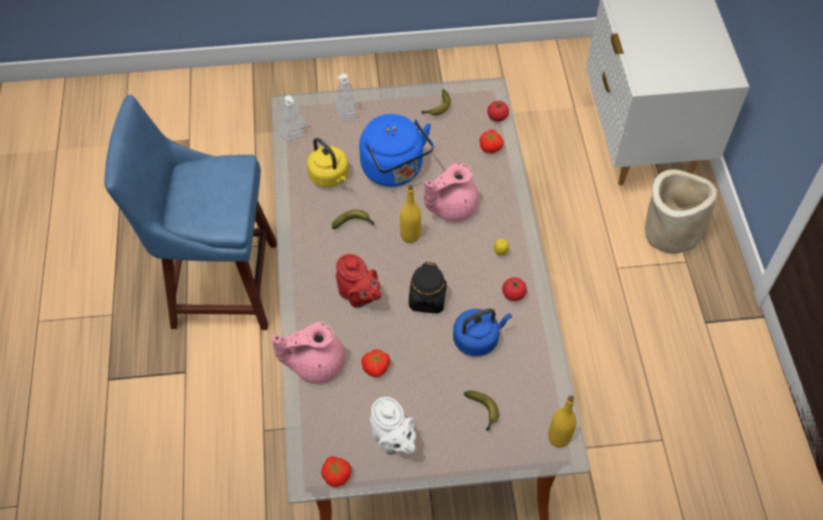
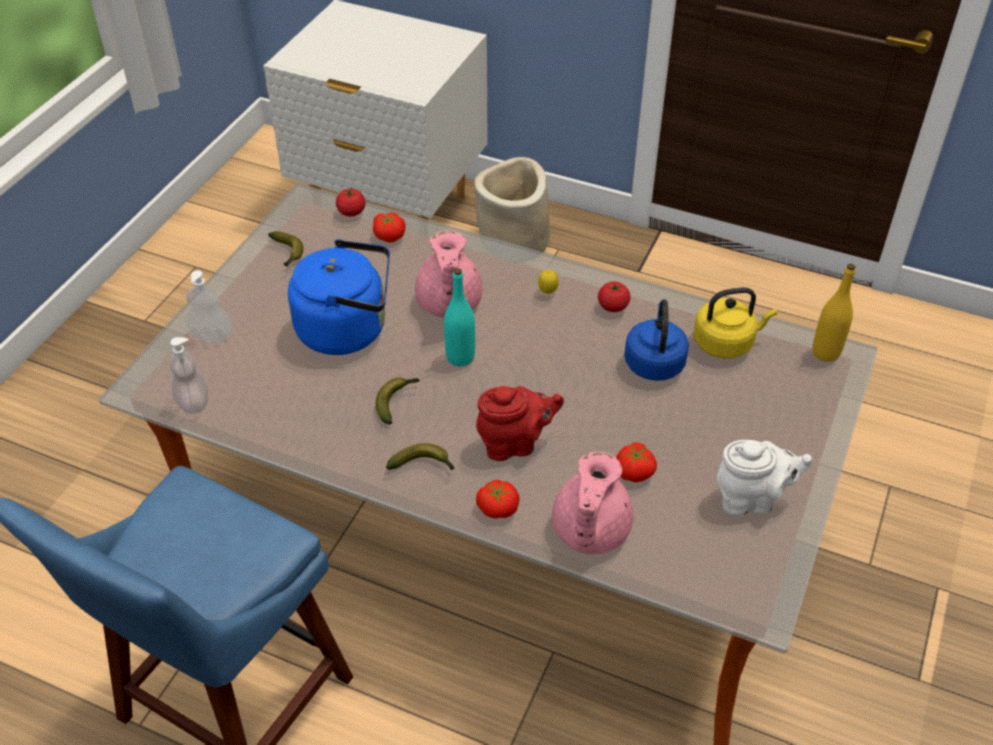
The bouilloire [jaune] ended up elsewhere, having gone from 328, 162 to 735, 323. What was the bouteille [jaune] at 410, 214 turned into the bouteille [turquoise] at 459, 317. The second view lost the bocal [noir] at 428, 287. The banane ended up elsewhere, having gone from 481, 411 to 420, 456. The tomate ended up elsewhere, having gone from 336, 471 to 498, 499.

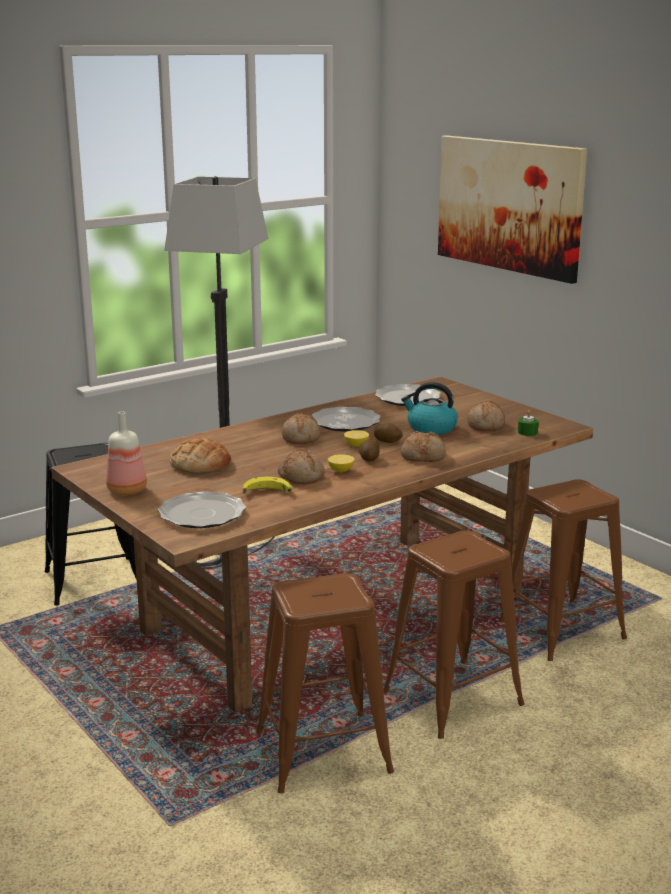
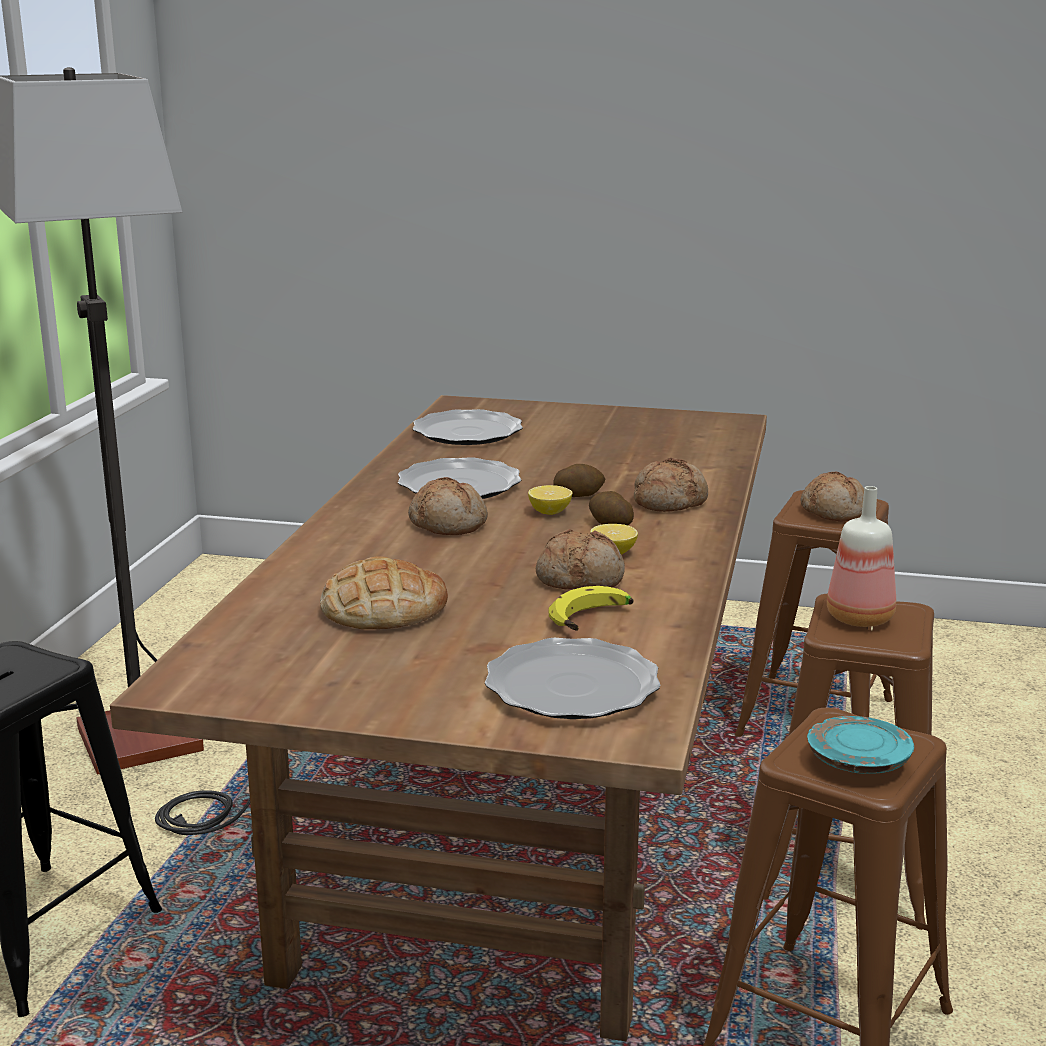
The second view lost the tableau at 512, 209. The second view lost the bouilloire at 429, 408. The pain ended up elsewhere, having gone from 486, 416 to 832, 497. The second view lost the bougie [vert] at 528, 423. The bouteille ended up elsewhere, having gone from 126, 453 to 861, 556. The second view gained the assiette [turquoise] at 860, 745.

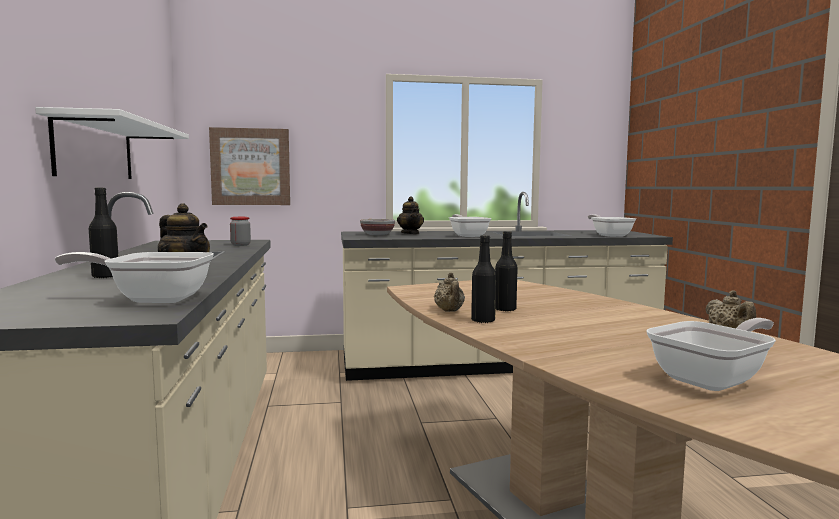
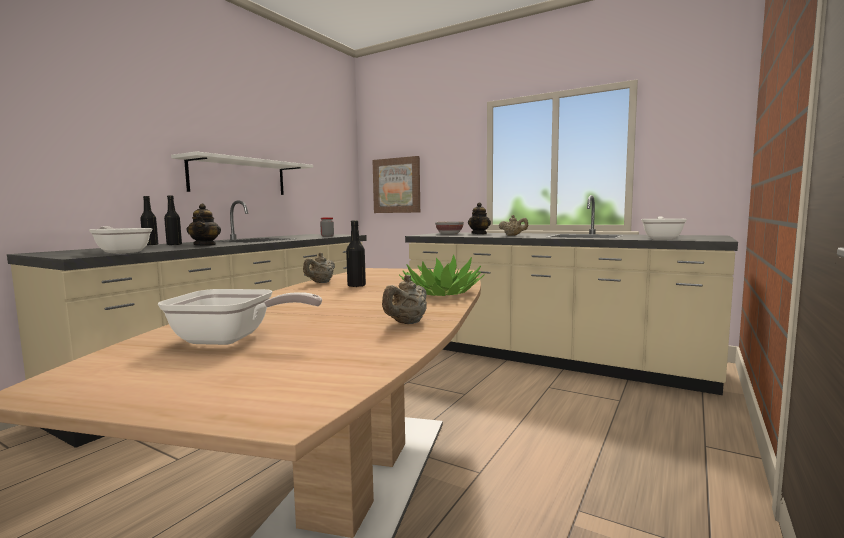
Where the poêle stood at 470, 225, the théière [beige] came to stand at 513, 225. The bouteille [noir] ended up elsewhere, having gone from 483, 279 to 149, 221. The second view gained the plante en pot at 441, 275.

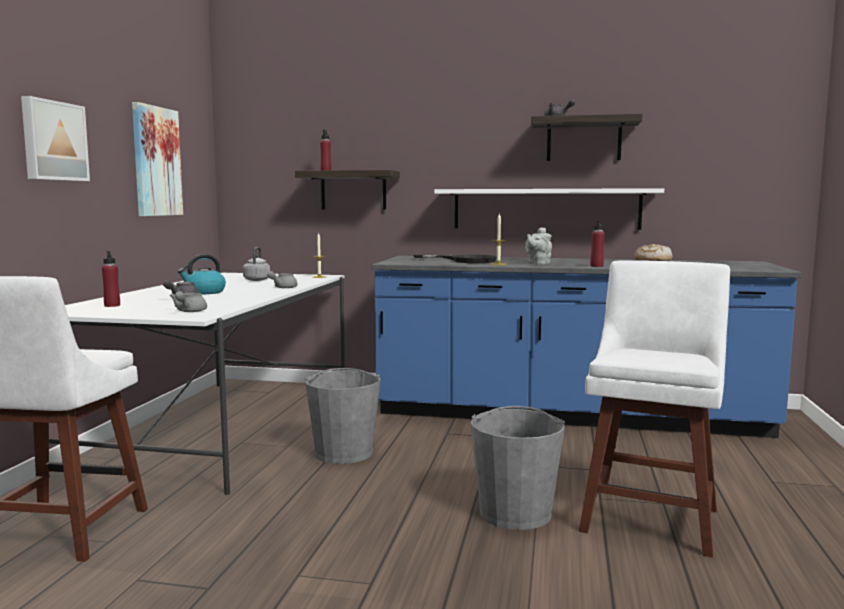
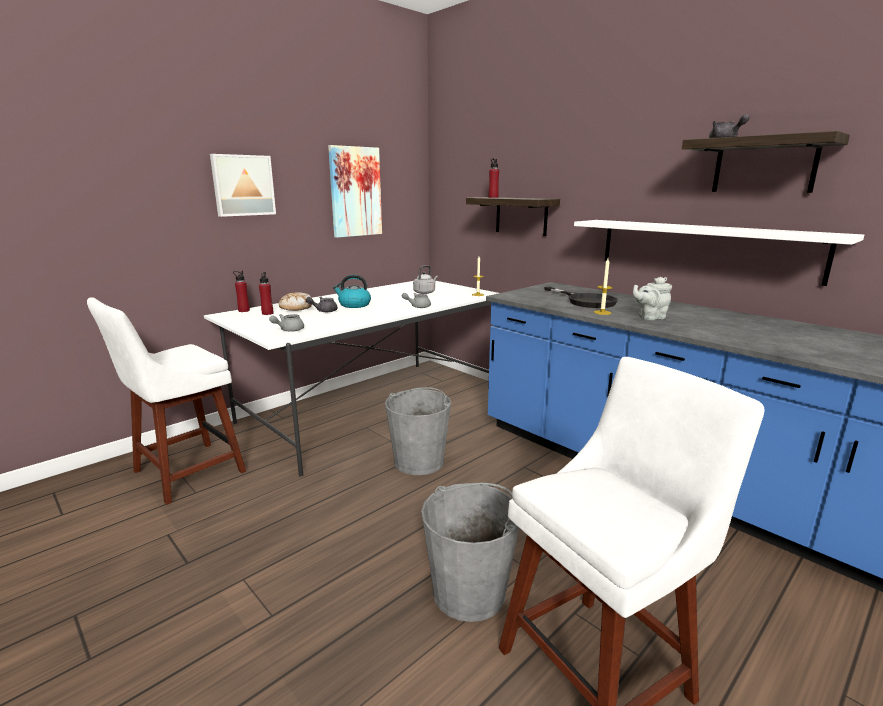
The bouteille [rouge] ended up elsewhere, having gone from 597, 243 to 241, 291. The pain ended up elsewhere, having gone from 653, 252 to 295, 301.

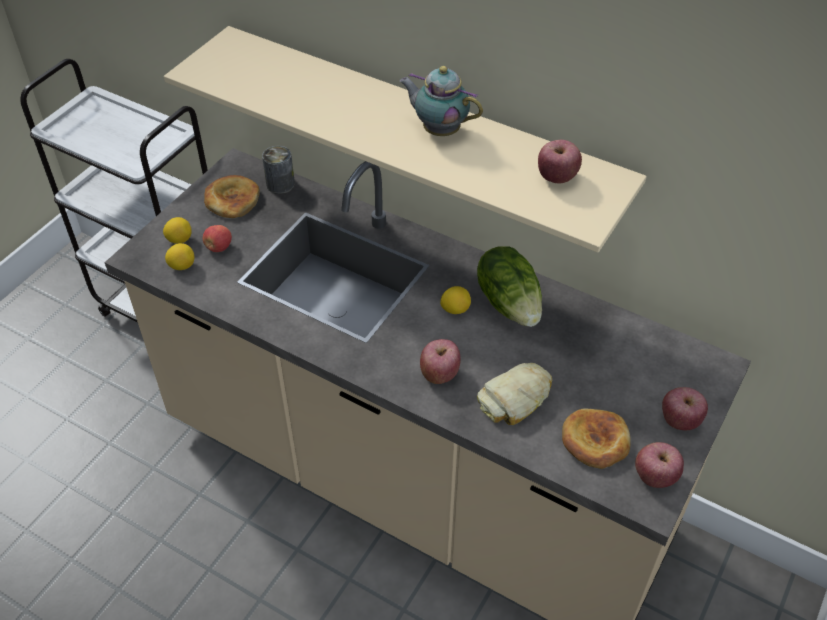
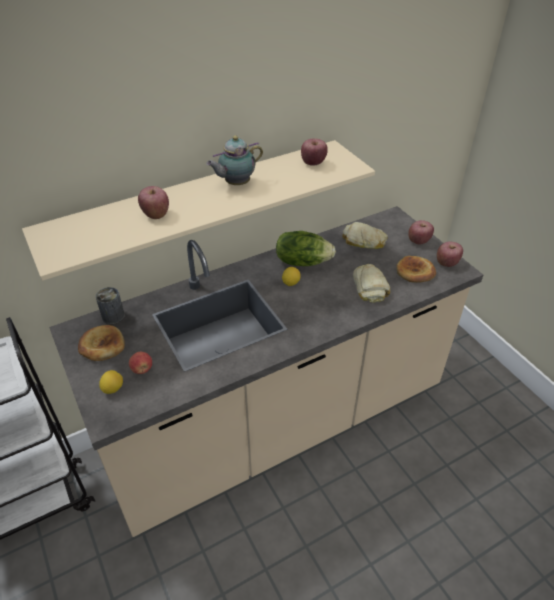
The second view lost the citron at 179, 256. The pomme ended up elsewhere, having gone from 440, 361 to 153, 202. The second view gained the pain at 365, 235.

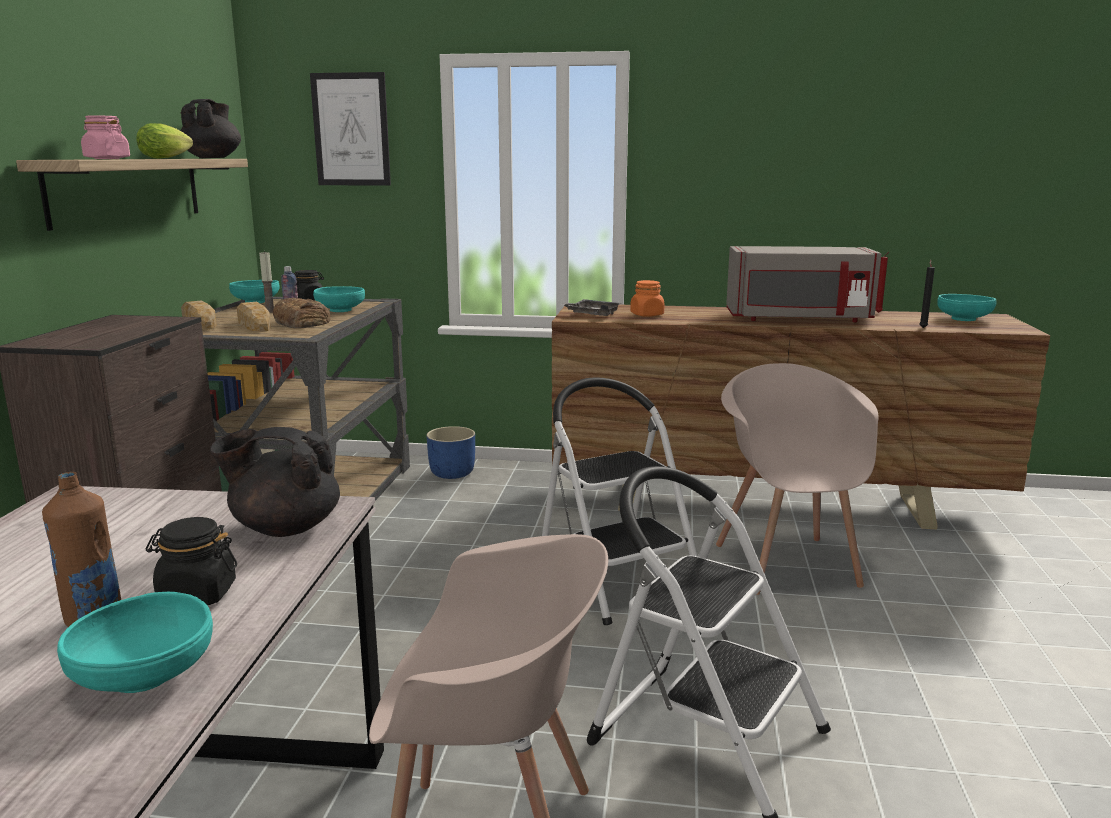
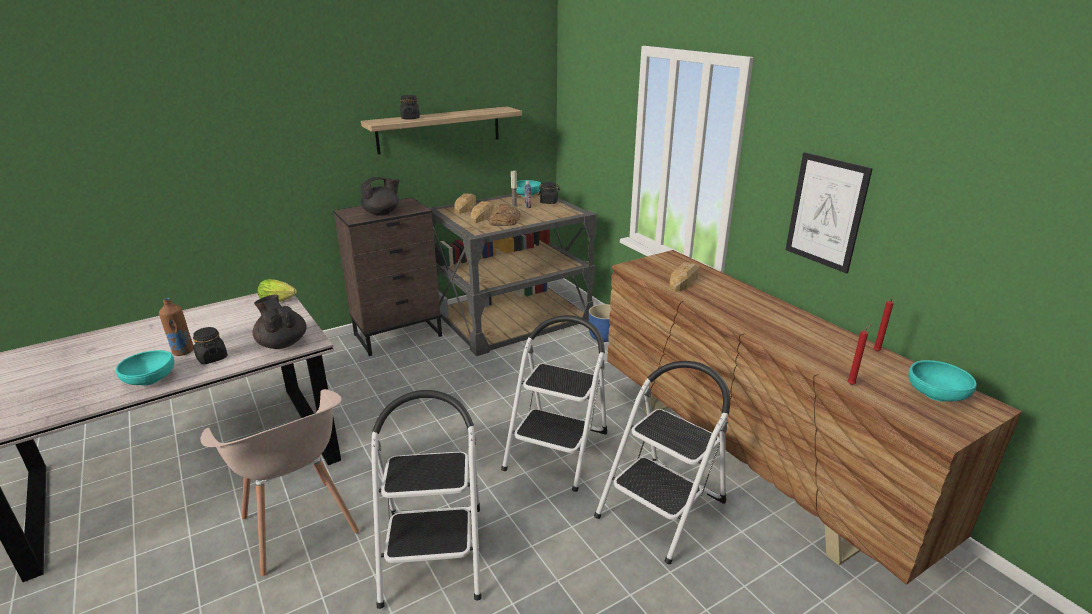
The tableau ended up elsewhere, having gone from 350, 129 to 829, 213. The théière [noir] ended up elsewhere, having gone from 210, 128 to 380, 196. What was the bocal [rose] at 105, 137 turned into the bocal [noir] at 410, 107. The laitue ended up elsewhere, having gone from 165, 141 to 277, 290. The second view lost the micro-ondes [gris] at 803, 284. What was the bougie [noir] at 927, 294 turned into the bougie [rouge] at 859, 355. Where the bocal [orange] stood at 647, 298, the pain came to stand at 684, 277. The second view lost the bol [turquoise] at 339, 299. The second view lost the plateau [gris] at 590, 307. Where the chaise [beige] stood at 797, 479, the escabeau came to stand at 662, 462.

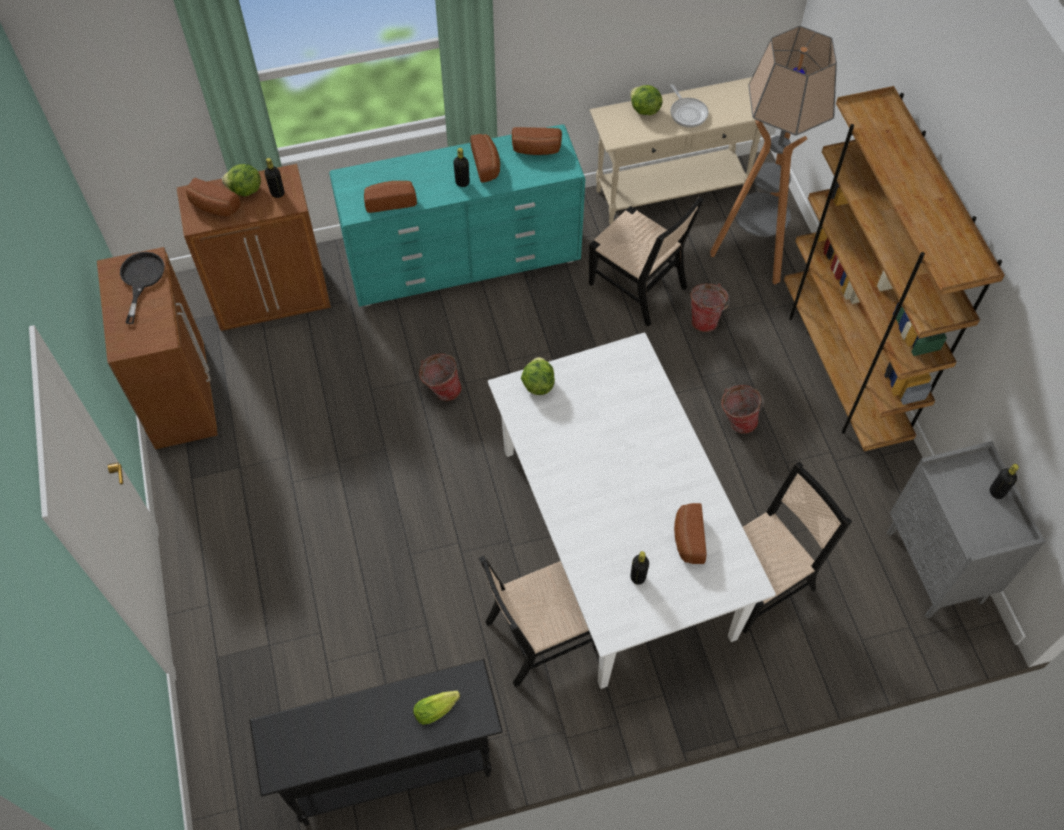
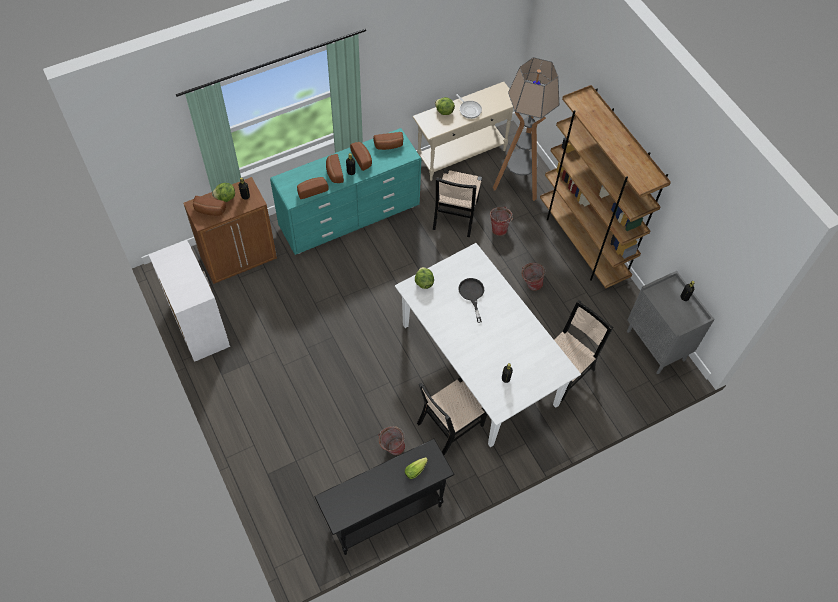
The chaise at 646, 262 ended up facing another way, 75 degrees clockwise from before. What was the meuble de rangement [marron] at 157, 348 turned into the meuble de rangement [blanc] at 189, 301. The poêle [noir] ended up elsewhere, having gone from 142, 288 to 471, 300. The seau ended up elsewhere, having gone from 440, 377 to 391, 440. The pain ended up elsewhere, having gone from 690, 533 to 335, 168.

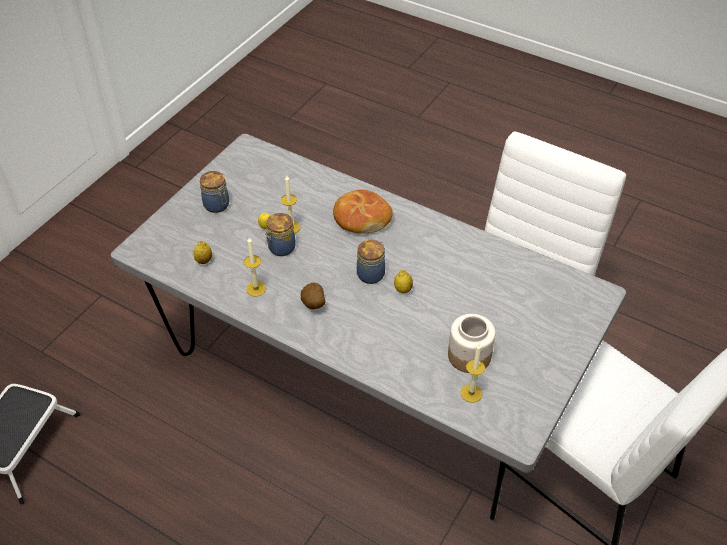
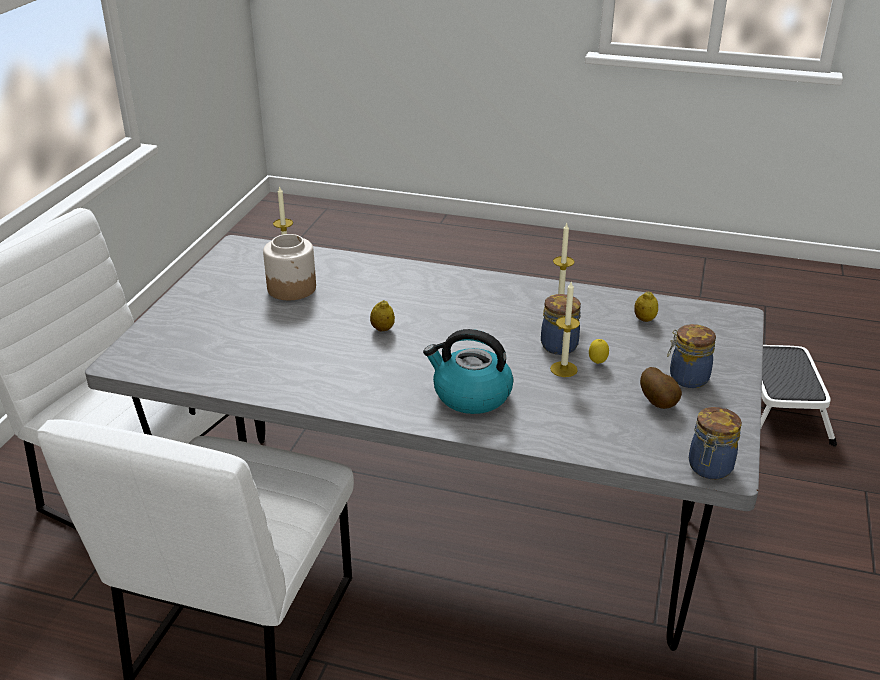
Where the pain stood at 363, 211, the bouilloire came to stand at 468, 371. The bocal ended up elsewhere, having gone from 371, 262 to 715, 443. The pomme de terre ended up elsewhere, having gone from 313, 296 to 661, 388.

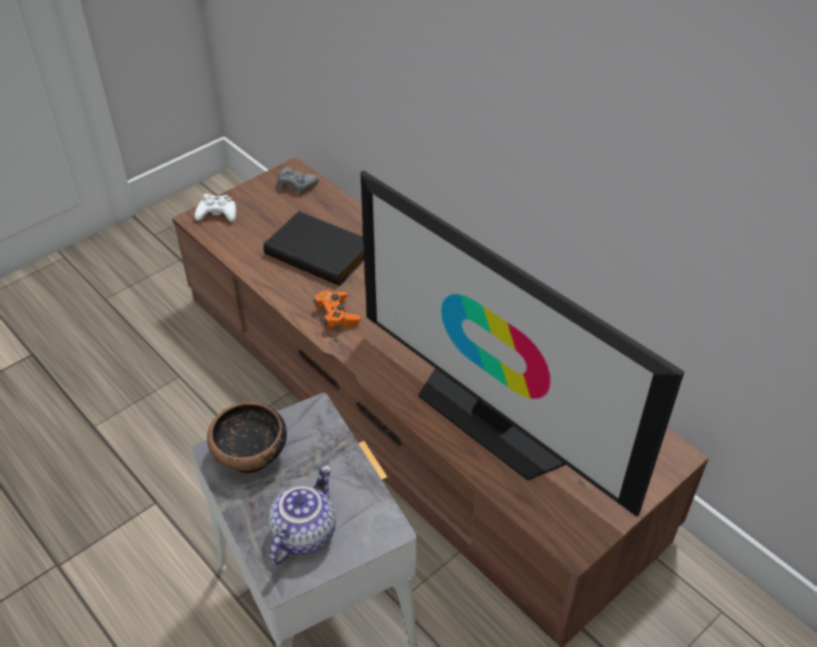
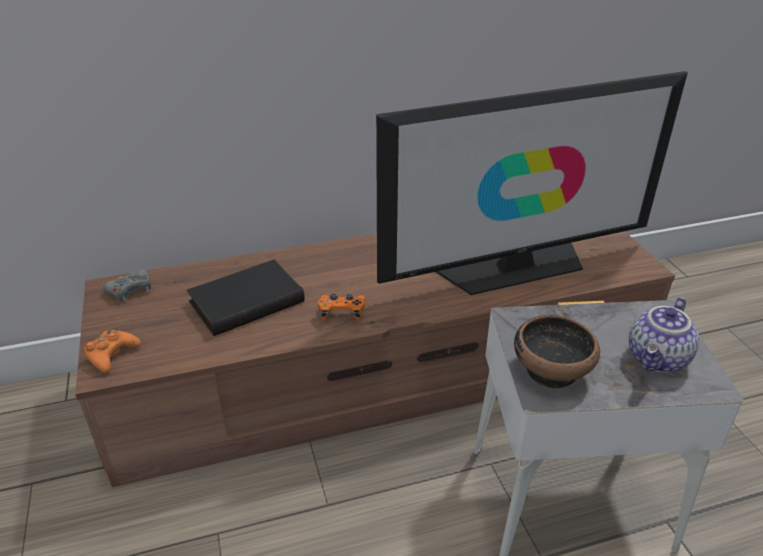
What was the manette [blanc] at 215, 208 turned into the manette [orange] at 112, 351. The théière at 302, 515 ended up facing another way, 105 degrees counterclockwise from before.

